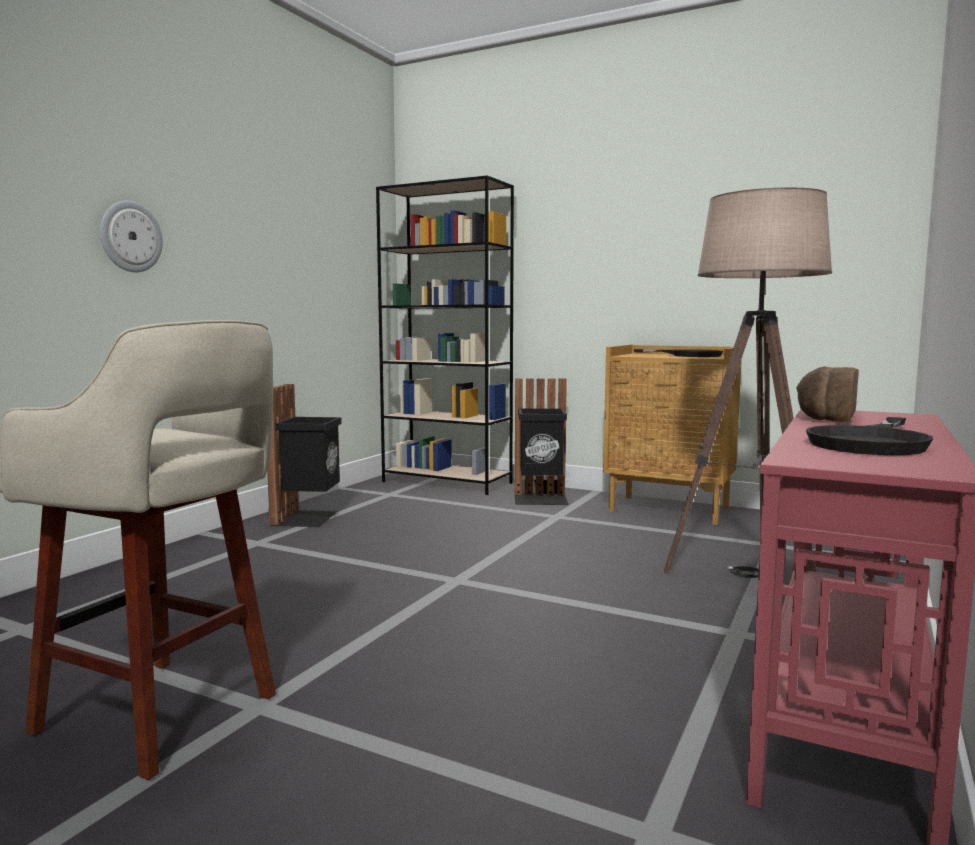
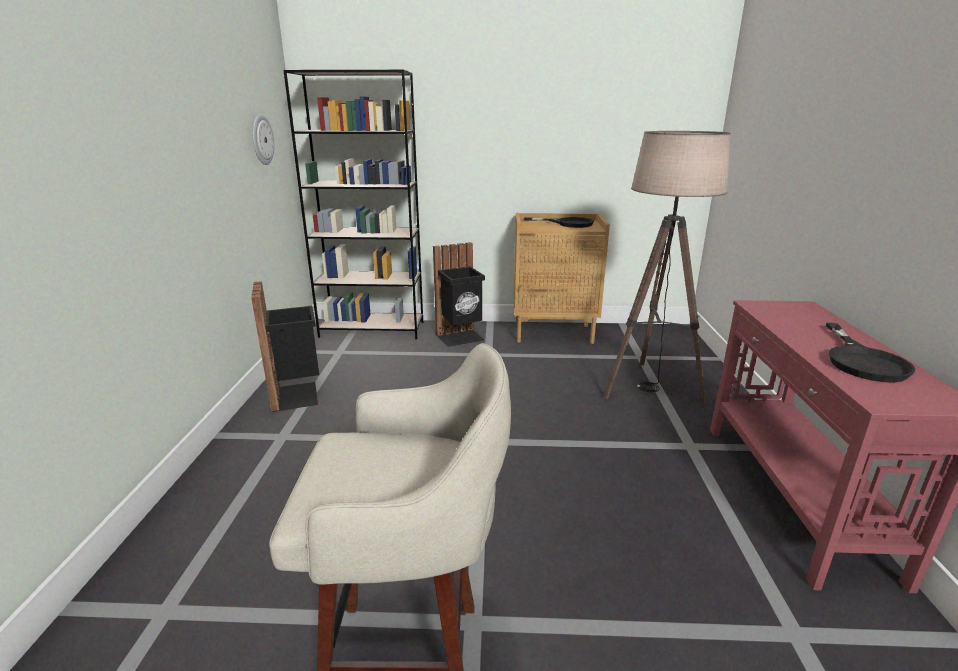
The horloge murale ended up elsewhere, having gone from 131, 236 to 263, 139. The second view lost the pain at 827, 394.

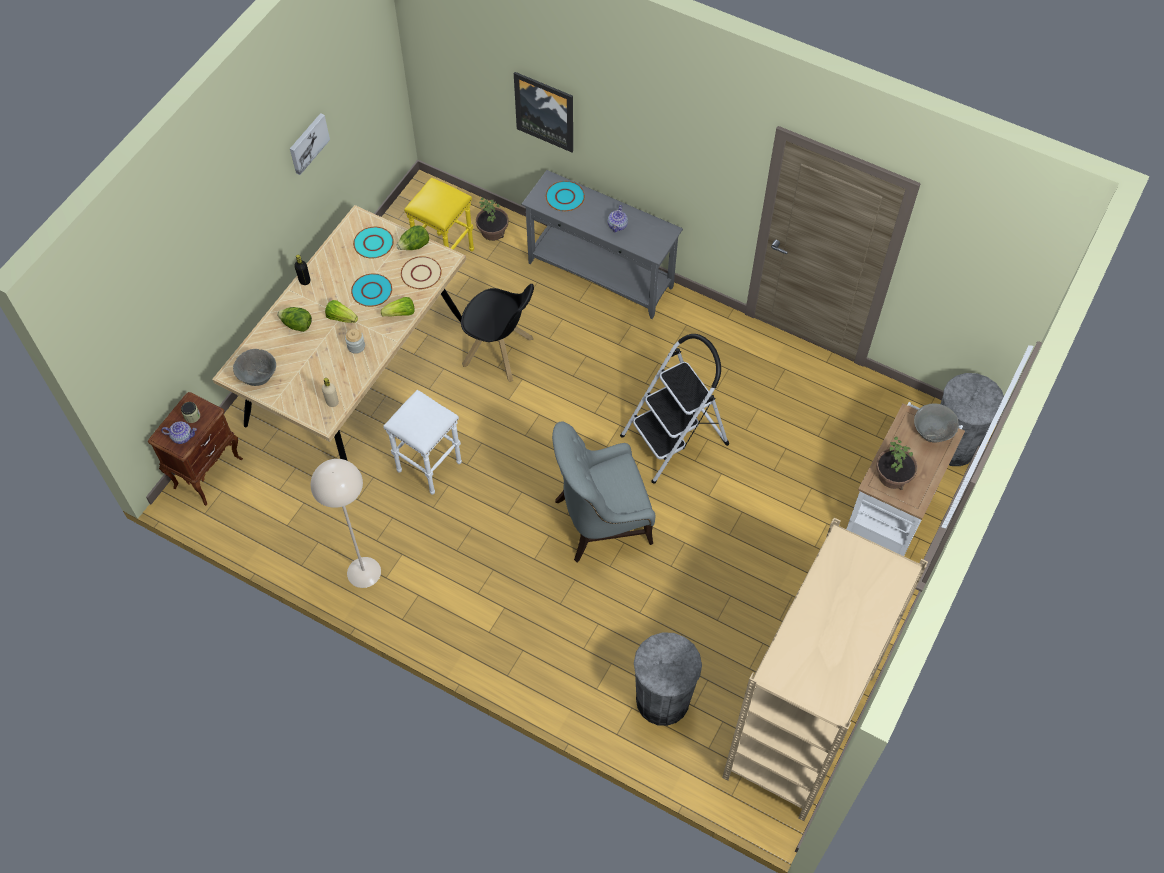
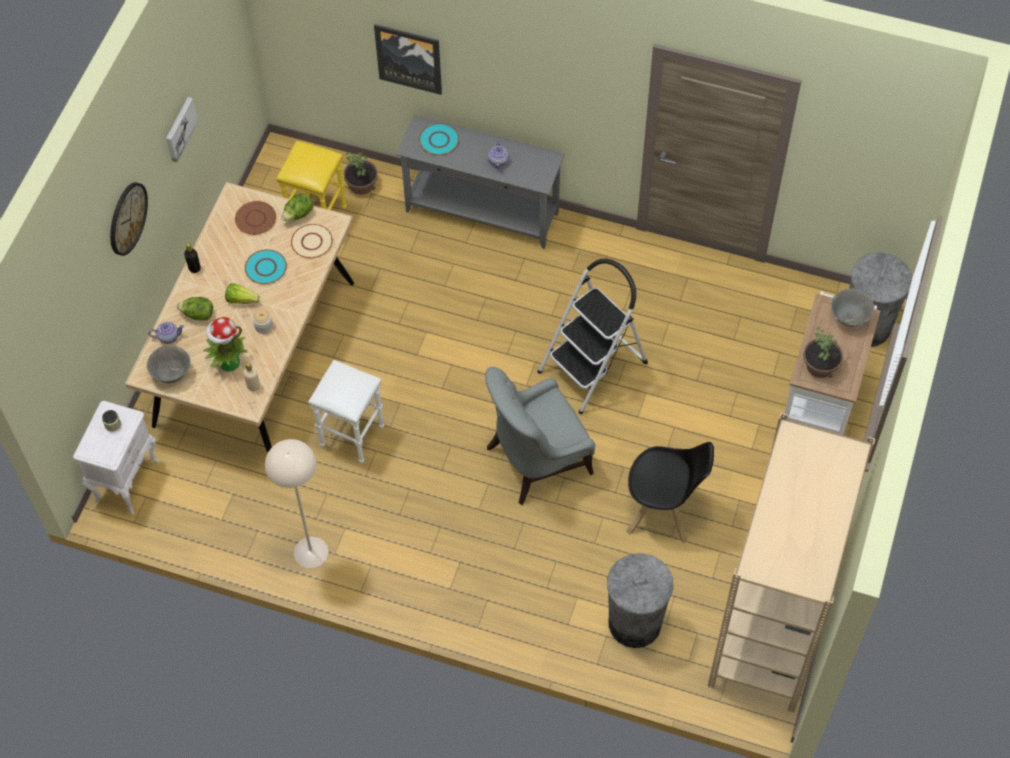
What was the assiette [turquoise] at 373, 243 turned into the assiette [marron] at 255, 218. The chaise [noir] ended up elsewhere, having gone from 497, 333 to 670, 492. The second view lost the laitue at 398, 307. What was the table de chevet [marron] at 195, 449 turned into the table de chevet [blanc] at 116, 458. The théière ended up elsewhere, having gone from 179, 432 to 166, 333. The second view gained the horloge murale at 129, 219. The second view gained the plante en pot at 225, 344.

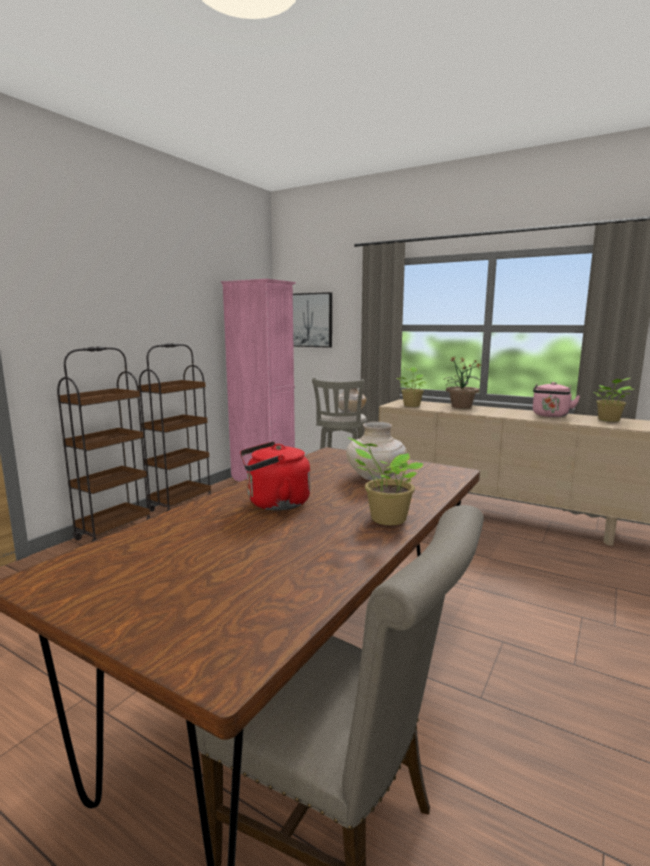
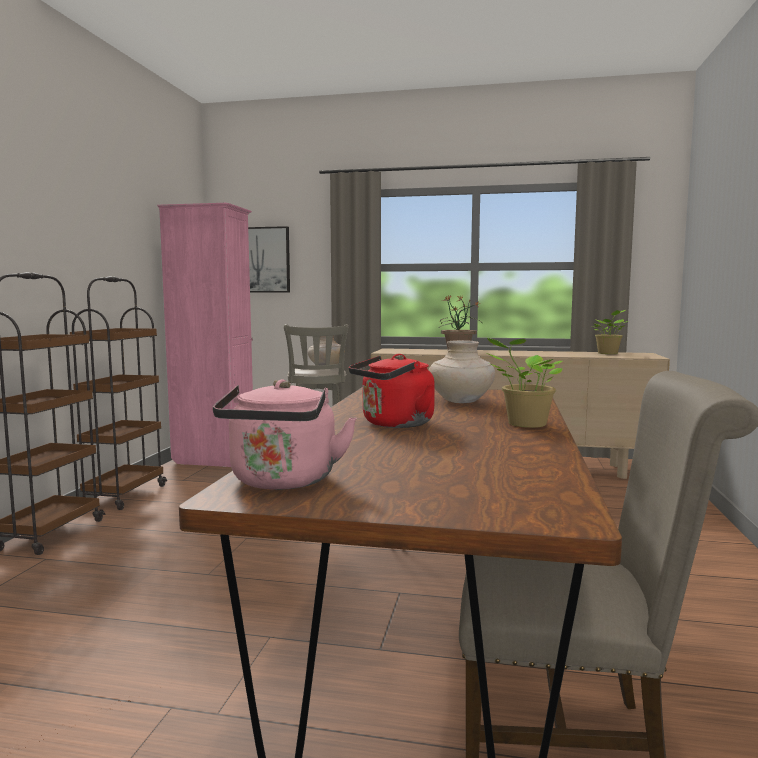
The second view lost the plante en pot at 412, 387. The bouilloire [rose] ended up elsewhere, having gone from 556, 399 to 285, 434.

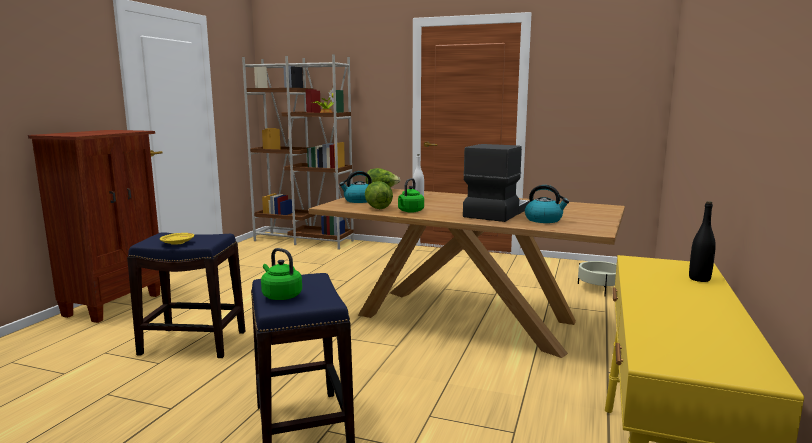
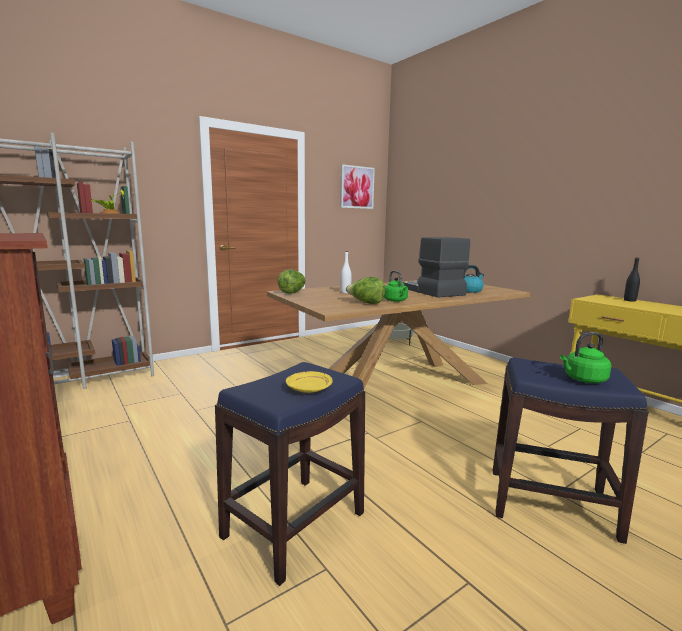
The second view lost the bouilloire at 355, 187. The second view gained the tableau at 357, 186.

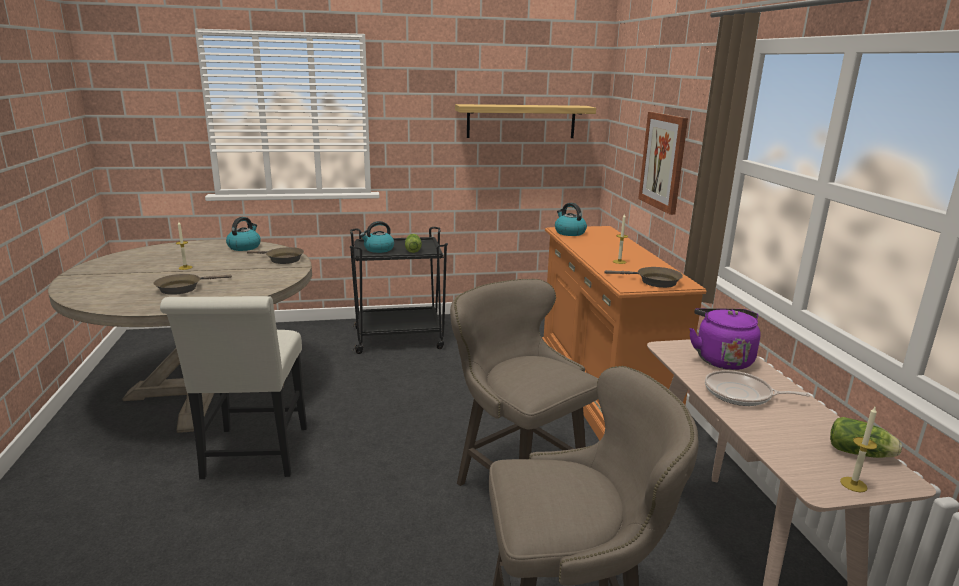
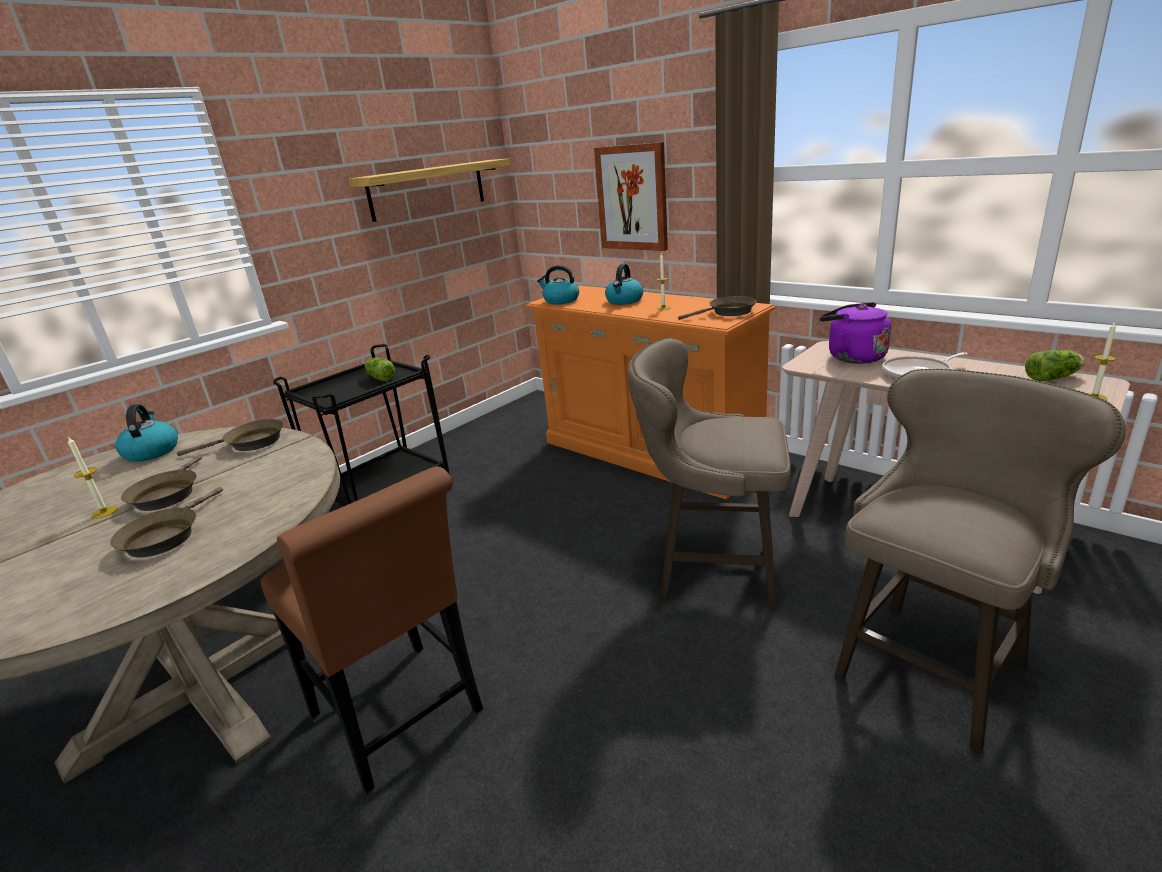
The bouilloire ended up elsewhere, having gone from 377, 237 to 624, 284. What was the chaise [blanc] at 233, 387 turned into the chaise [marron] at 371, 629. The second view gained the poêle [marron] at 161, 483.

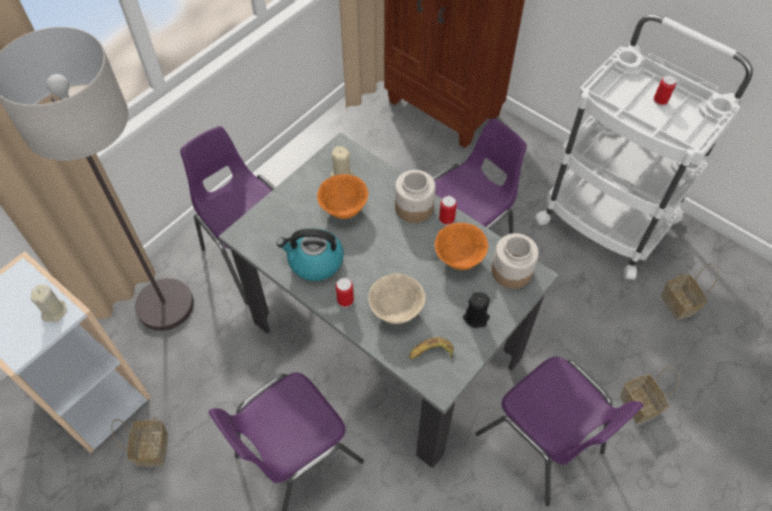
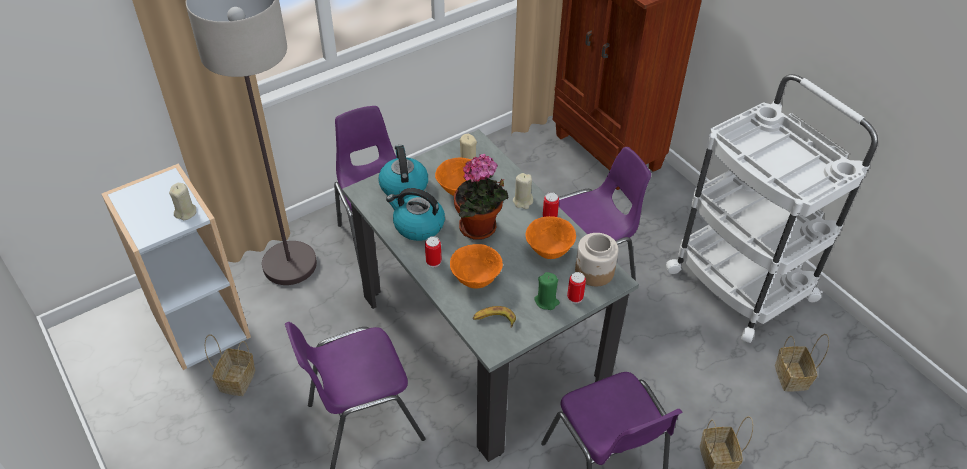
The boîte métallique ended up elsewhere, having gone from 664, 90 to 576, 288. Where the bocal stood at 415, 196, the bougie [beige] came to stand at 523, 191. What was the bol [beige] at 396, 298 turned into the bol [orange] at 476, 266. What was the bougie [noir] at 476, 310 turned into the bougie [vert] at 547, 291. The second view gained the bouilloire at 403, 172. The second view gained the plante en pot at 481, 197.

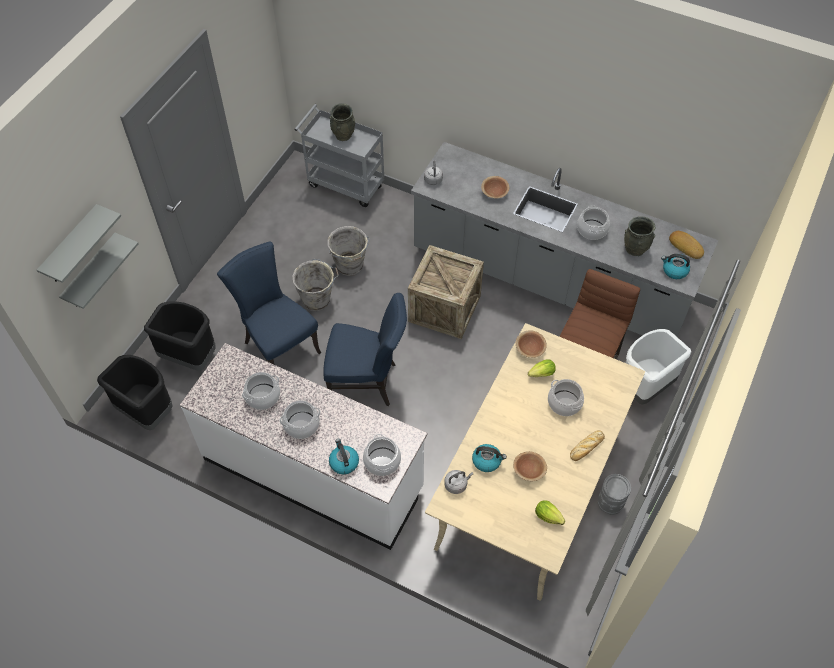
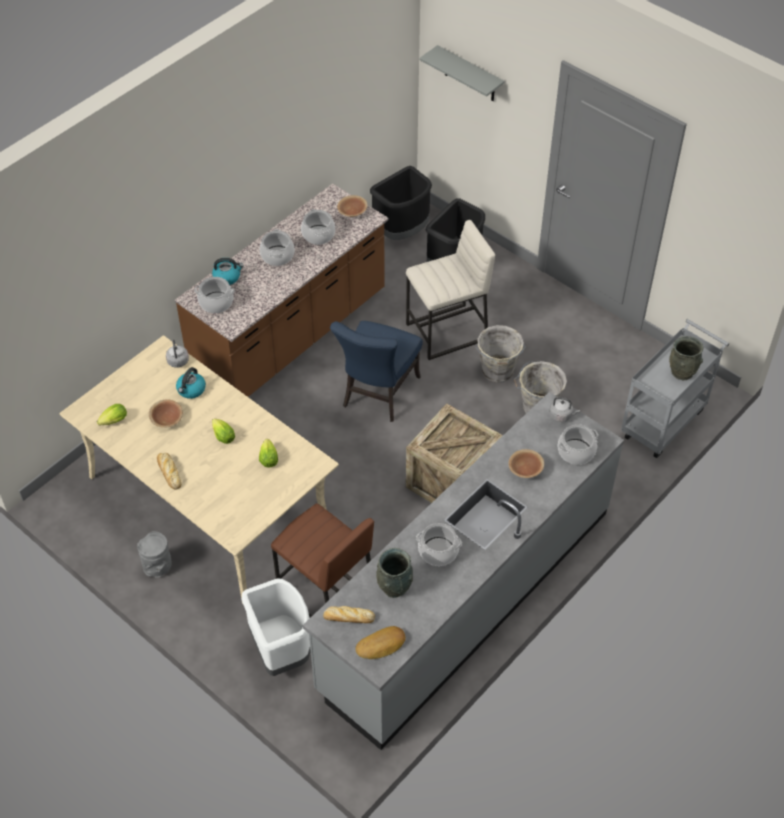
The second view lost the étagère [gris] at 98, 271. Where the chaise [bleu] stood at 269, 303, the tabouret [beige] came to stand at 450, 290. Where the bouilloire stood at 675, 266, the pain came to stand at 349, 614. The bol [marron] ended up elsewhere, having gone from 531, 344 to 352, 206. What was the comptoir de cuisine [blanc] at 303, 446 turned into the comptoir de cuisine [marron] at 281, 290. The marmite ended up elsewhere, having gone from 566, 397 to 578, 444. The second view gained the laitue at 223, 431.

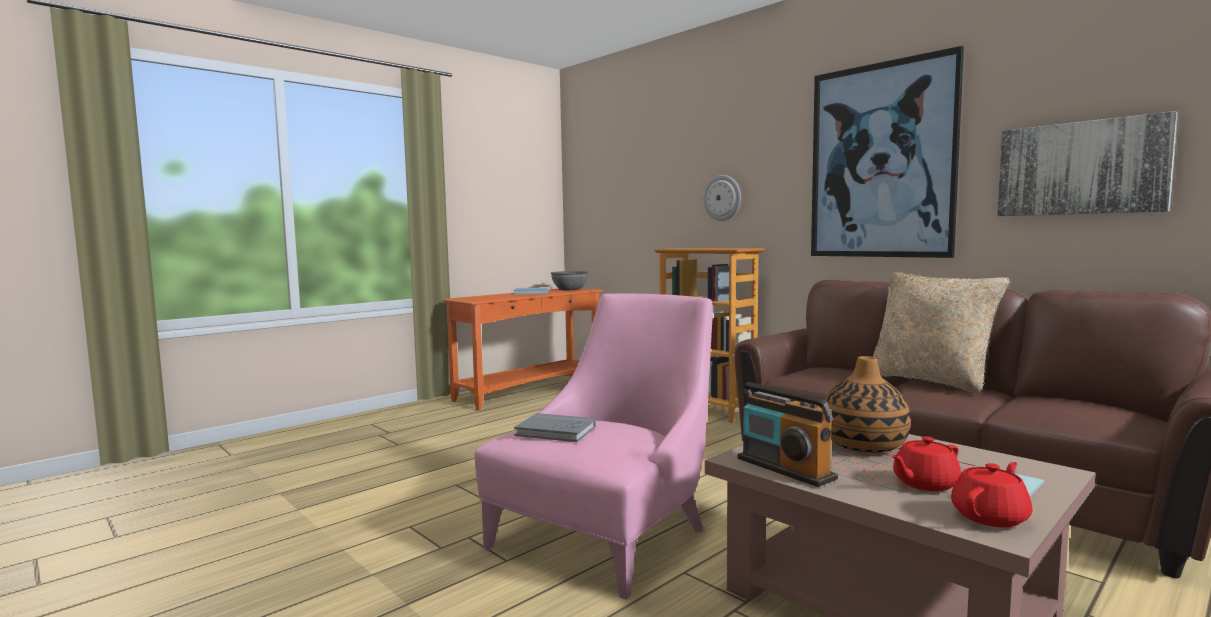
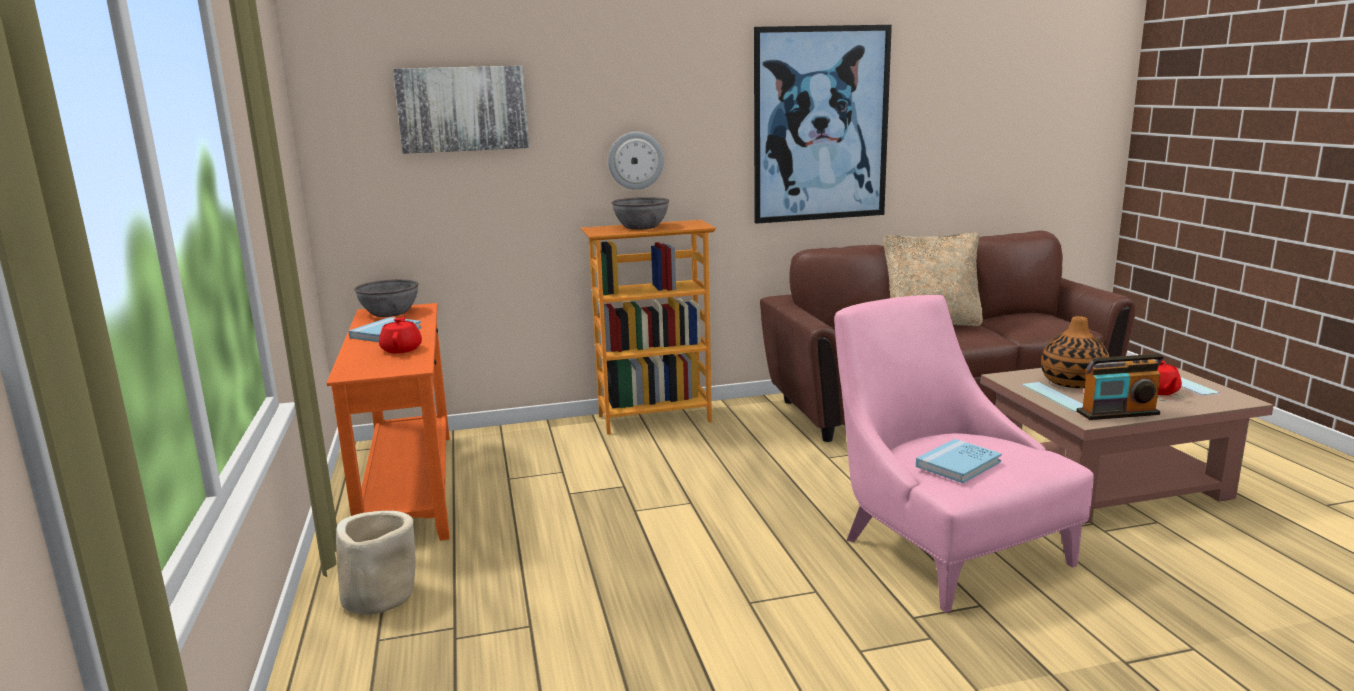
The tableau ended up elsewhere, having gone from 1087, 163 to 461, 110. What was the livre [gris] at 555, 427 turned into the livre [bleu] at 959, 461. The théière [rouge] ended up elsewhere, having gone from 991, 494 to 400, 334. The second view gained the bol [gris] at 640, 213. The second view gained the cache-pot [beige] at 375, 563.

